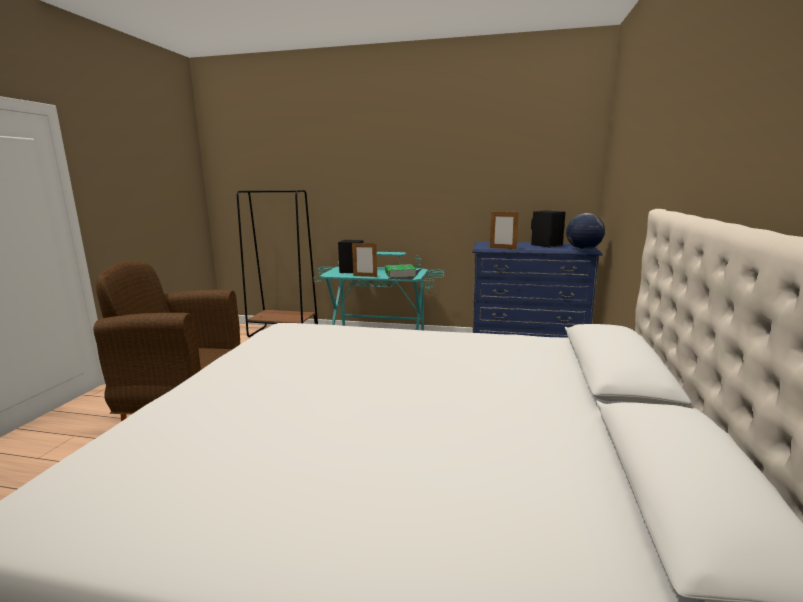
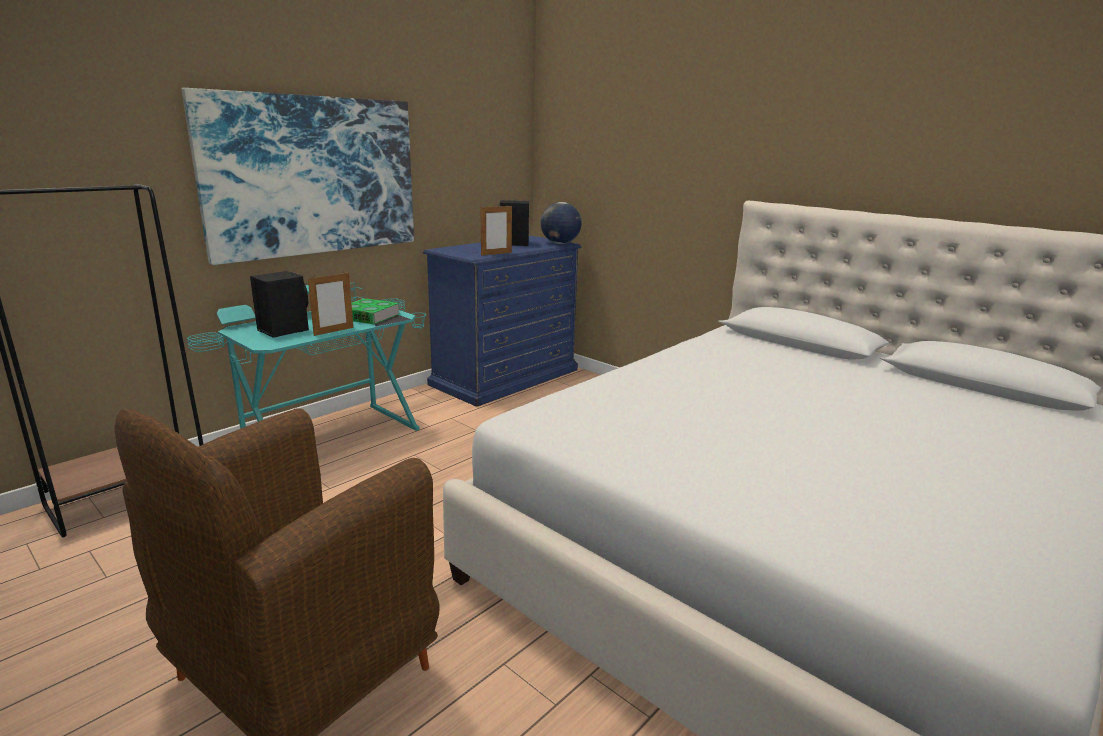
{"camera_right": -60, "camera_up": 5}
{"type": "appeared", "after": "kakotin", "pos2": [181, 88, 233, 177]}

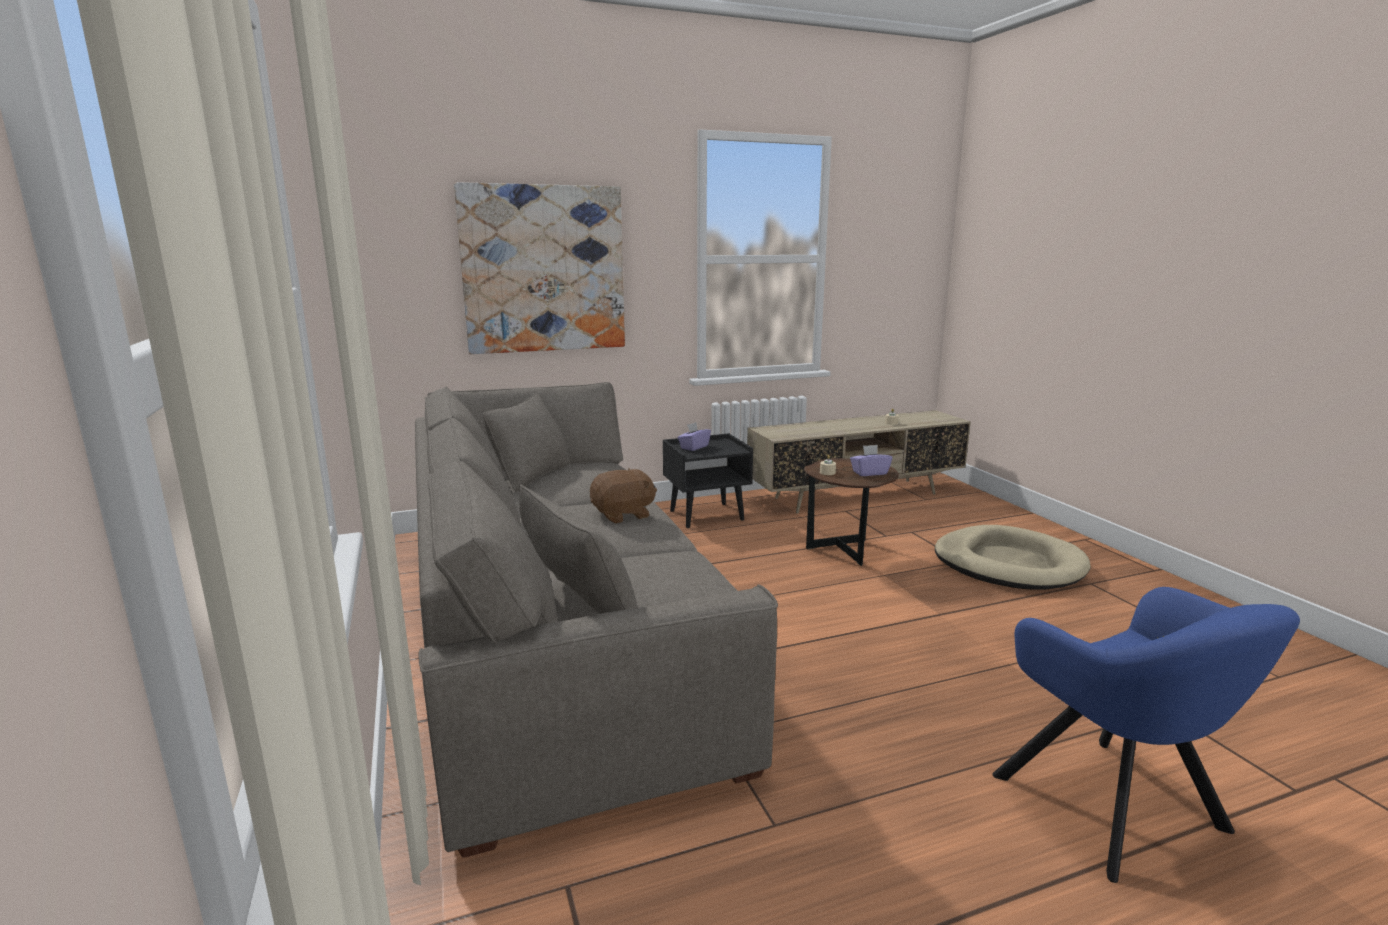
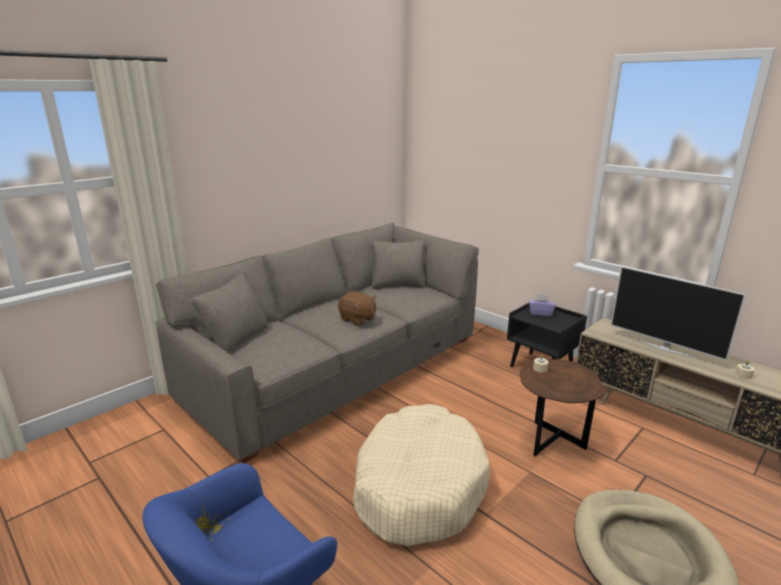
{"camera_right": 65, "camera_up": 5}
{"type": "missing", "before": "kakotin", "pos1": [454, 182, 171, 172]}
{"type": "missing", "before": "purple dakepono", "pos1": [850, 445, 42, 31]}
{"type": "appeared", "after": "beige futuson", "pos2": [353, 404, 137, 142]}
{"type": "appeared", "after": "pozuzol", "pos2": [611, 266, 135, 95]}

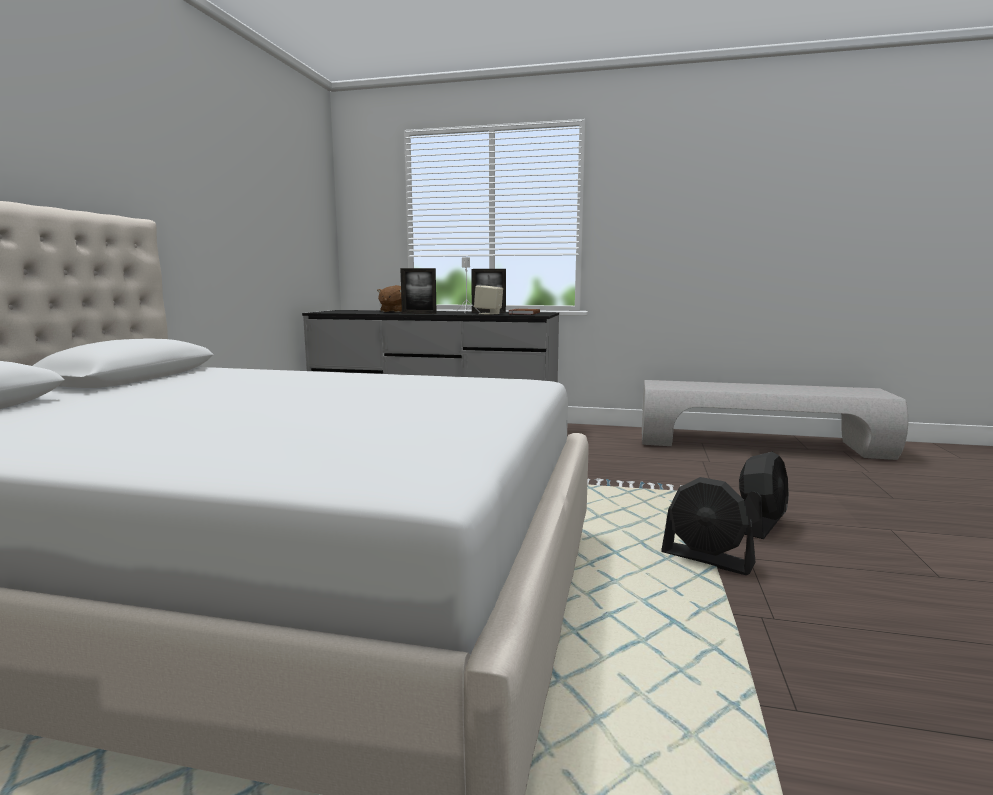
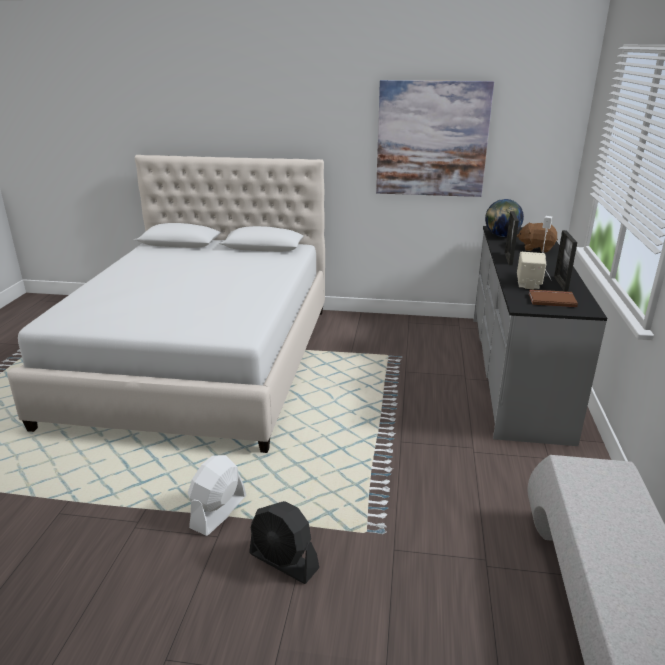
{"camera_right": 85, "camera_up": 15}
{"type": "appeared", "after": "kakotin", "pos2": [376, 80, 118, 117]}
{"type": "appeared", "after": "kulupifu", "pos2": [485, 199, 39, 38]}
{"type": "colour", "before": "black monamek", "after": "white monamek", "pos1": [661, 477, 95, 98], "pos2": [188, 455, 58, 81]}

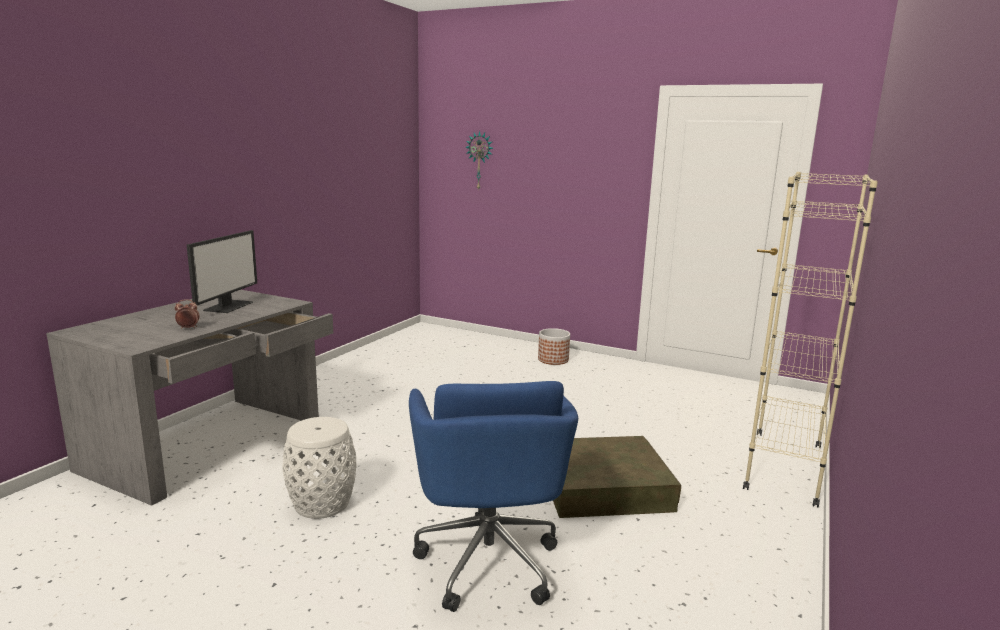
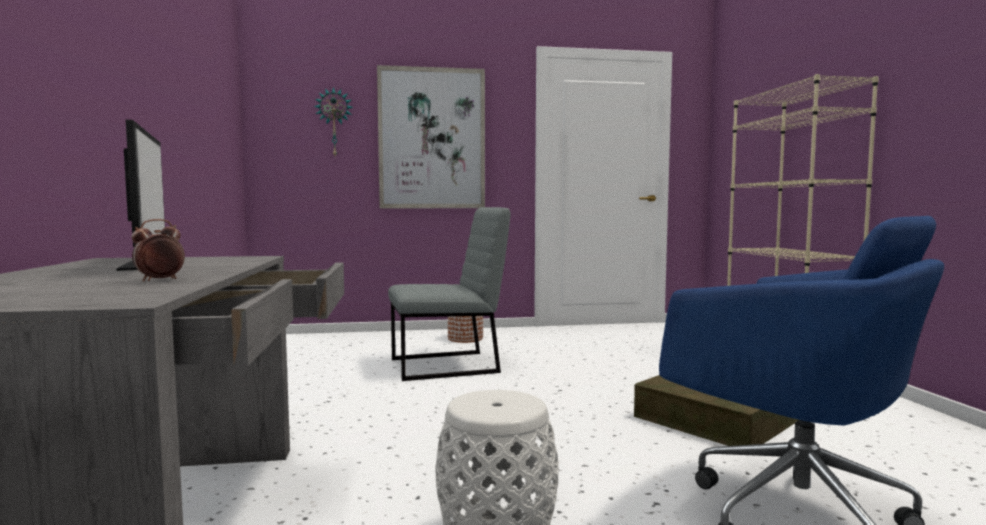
{"camera_right": -35, "camera_up": -10}
{"type": "appeared", "after": "kakotin", "pos2": [377, 65, 108, 143]}
{"type": "appeared", "after": "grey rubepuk", "pos2": [388, 207, 123, 174]}

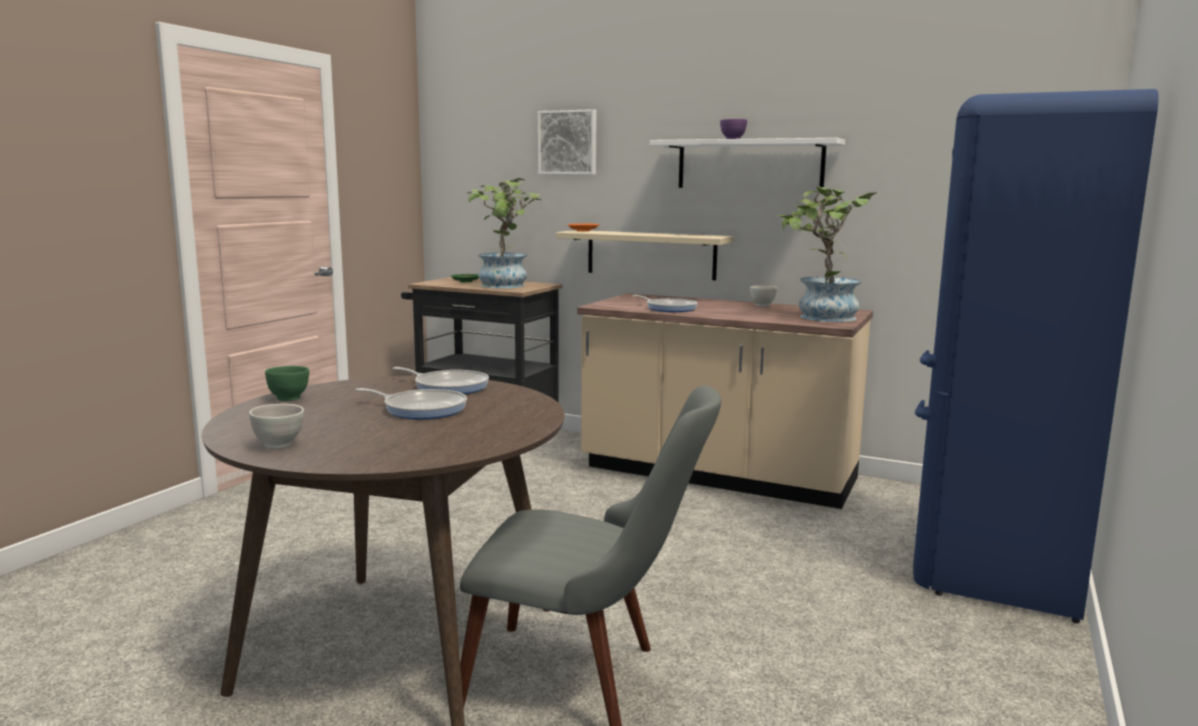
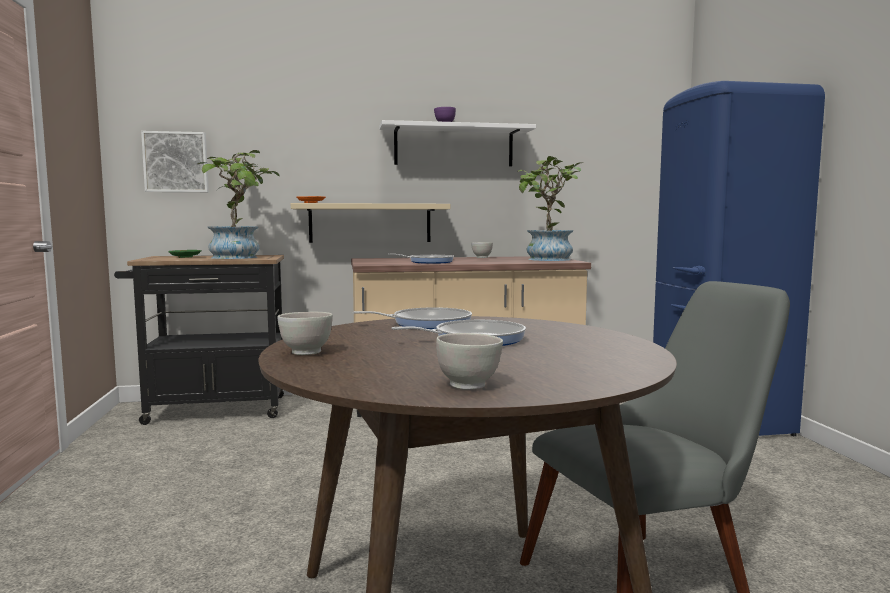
{"camera_right": -35, "camera_up": -5}
{"type": "relocated", "before": "kakotin", "pos1": [538, 109, 59, 66], "pos2": [141, 131, 68, 61]}
{"type": "colour", "before": "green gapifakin", "after": "white gapifakin", "pos1": [265, 366, 44, 35], "pos2": [278, 312, 55, 43]}

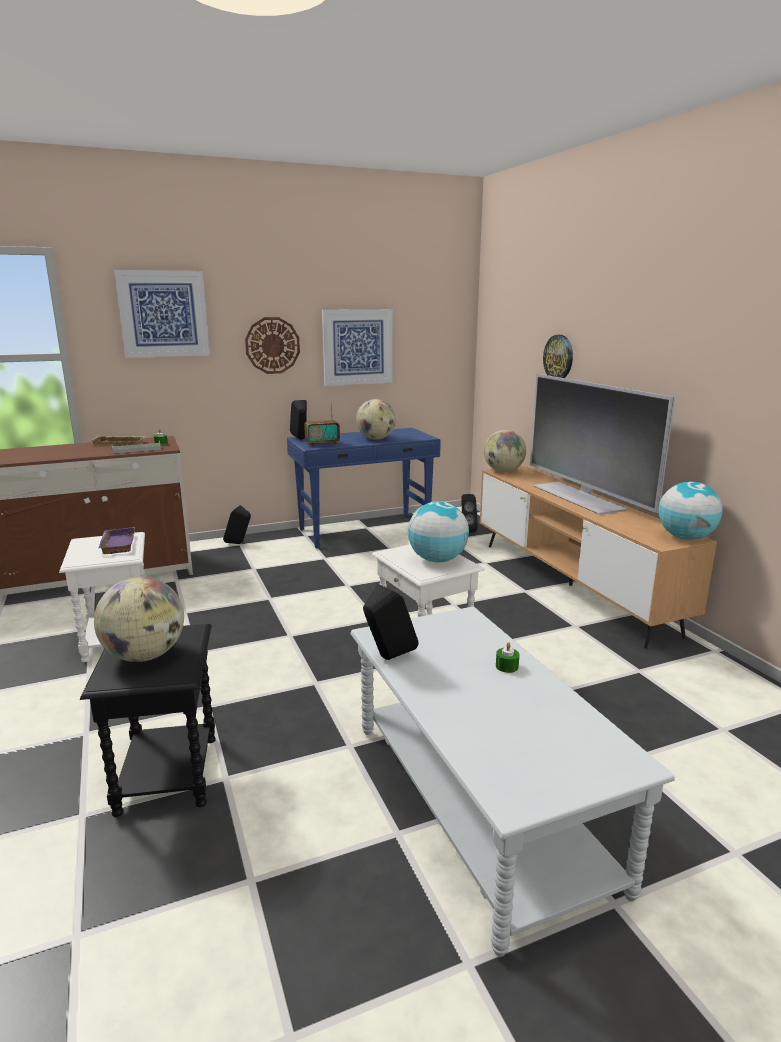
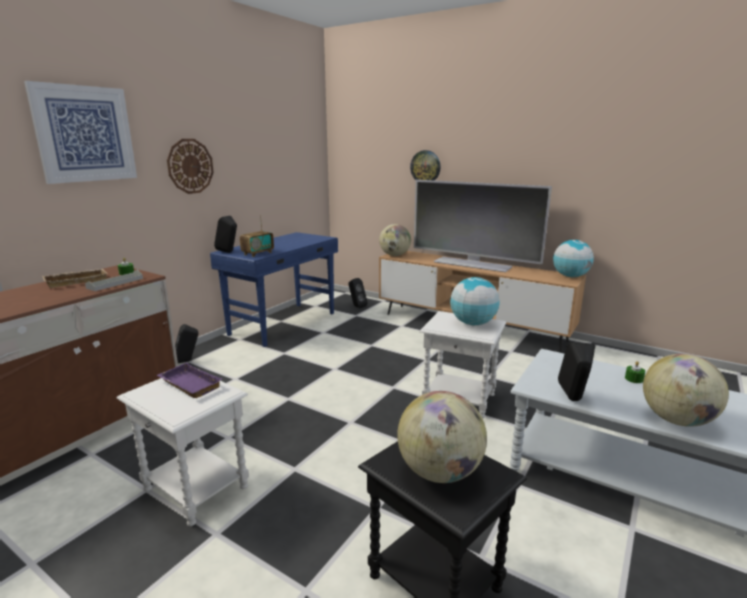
{"camera_right": -35, "camera_up": 0}
{"type": "missing", "before": "kakotin", "pos1": [322, 309, 71, 77]}
{"type": "relocated", "before": "kulupifu", "pos1": [356, 399, 40, 41], "pos2": [643, 354, 86, 73]}

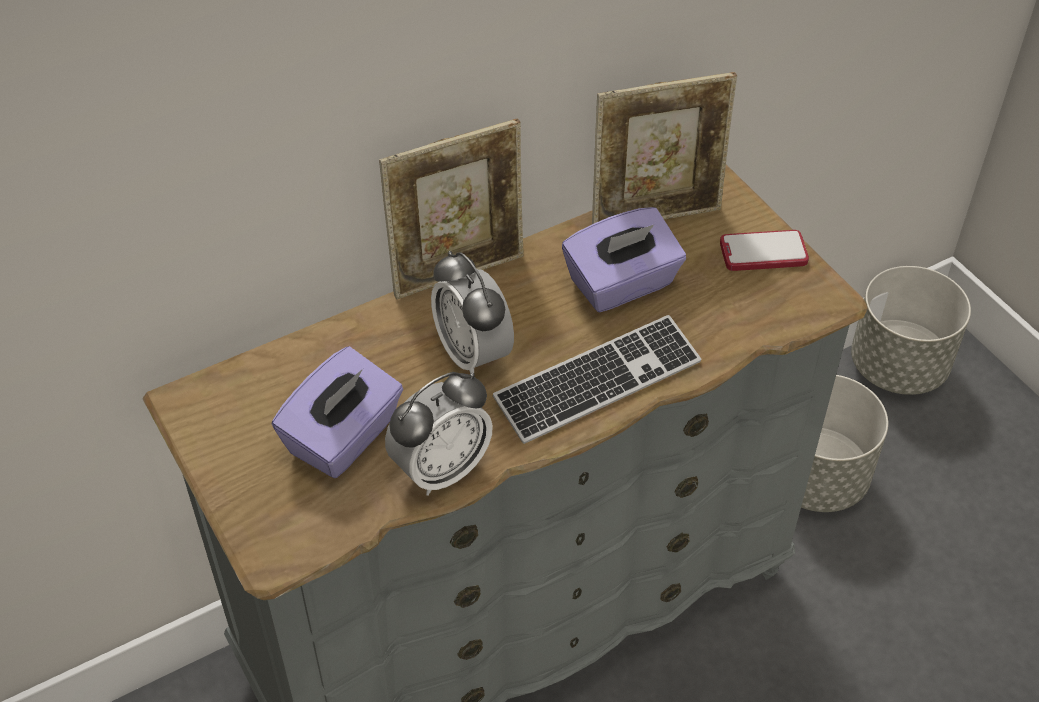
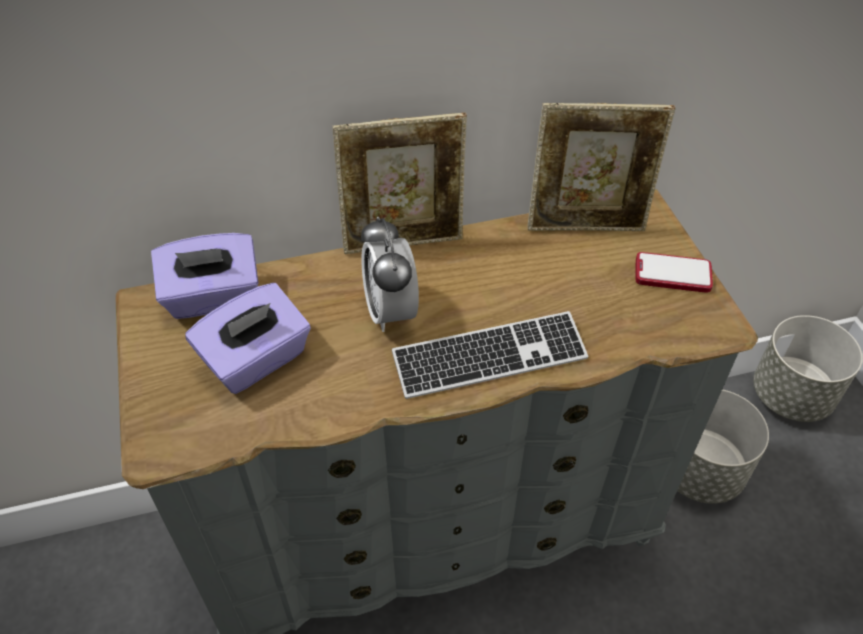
{"camera_right": 15, "camera_up": 0}
{"type": "missing", "before": "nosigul", "pos1": [385, 372, 108, 124]}
{"type": "relocated", "before": "purple dakepono", "pos1": [562, 207, 124, 105], "pos2": [151, 233, 107, 86]}

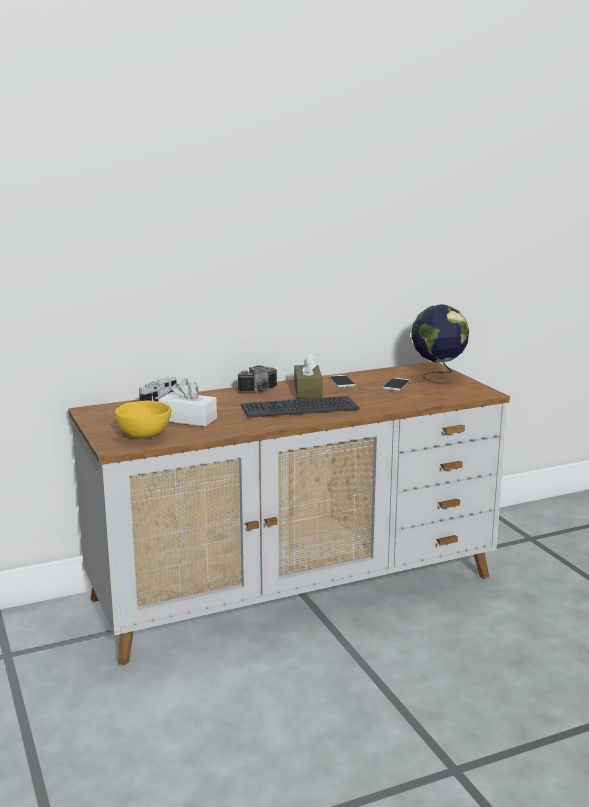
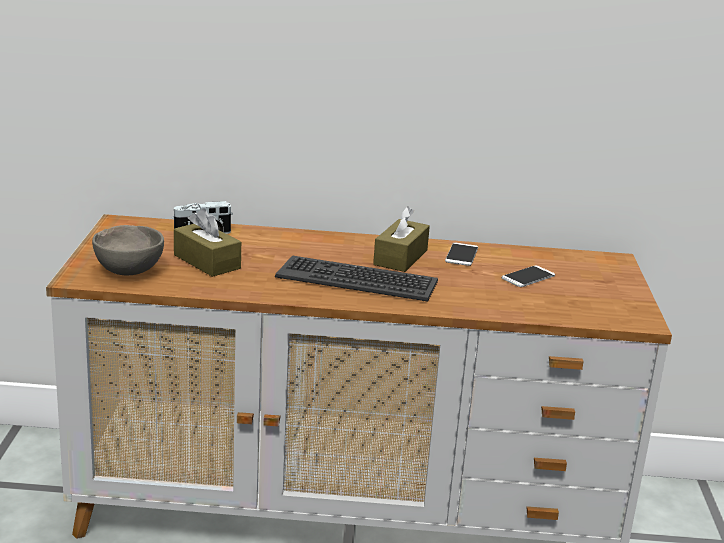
{"camera_right": 25, "camera_up": 5}
{"type": "missing", "before": "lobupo", "pos1": [238, 366, 39, 26]}
{"type": "missing", "before": "kulupifu", "pos1": [411, 305, 58, 79]}
{"type": "colour", "before": "yellow gapifakin", "after": "grey gapifakin", "pos1": [115, 401, 56, 38], "pos2": [92, 225, 72, 50]}
{"type": "colour", "before": "white dakepono", "after": "brown dakepono", "pos1": [159, 378, 58, 49], "pos2": [174, 209, 67, 68]}

